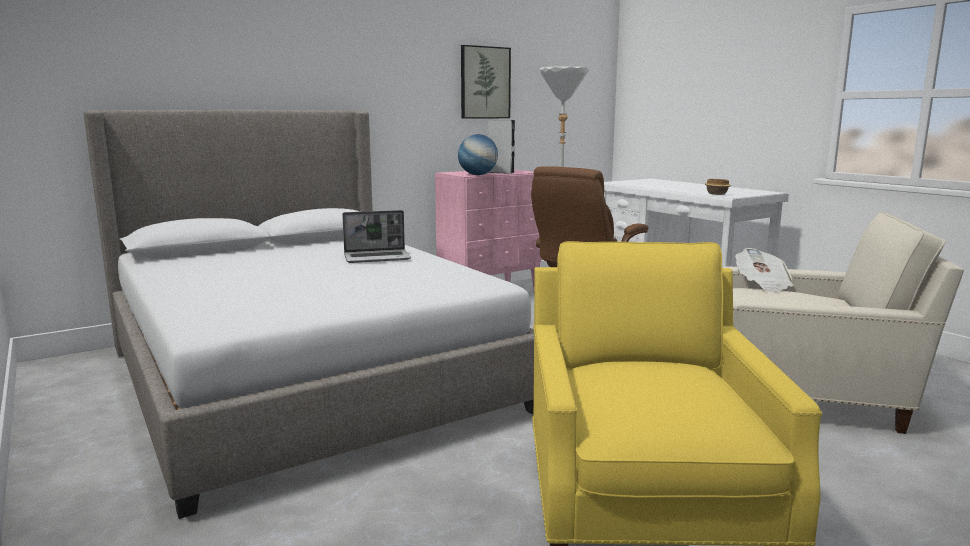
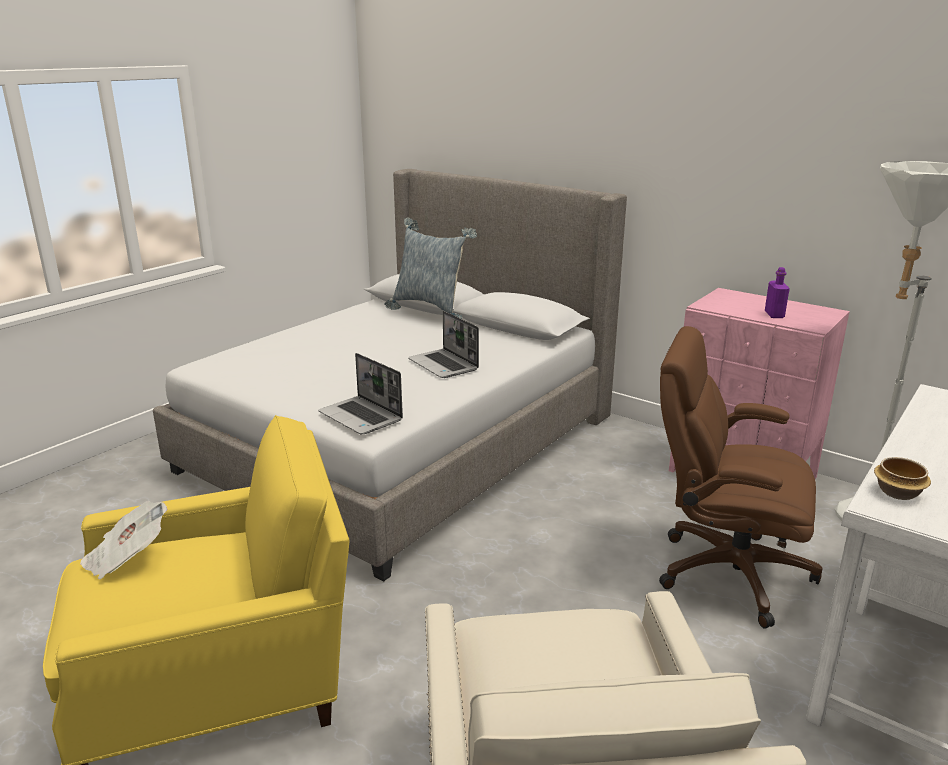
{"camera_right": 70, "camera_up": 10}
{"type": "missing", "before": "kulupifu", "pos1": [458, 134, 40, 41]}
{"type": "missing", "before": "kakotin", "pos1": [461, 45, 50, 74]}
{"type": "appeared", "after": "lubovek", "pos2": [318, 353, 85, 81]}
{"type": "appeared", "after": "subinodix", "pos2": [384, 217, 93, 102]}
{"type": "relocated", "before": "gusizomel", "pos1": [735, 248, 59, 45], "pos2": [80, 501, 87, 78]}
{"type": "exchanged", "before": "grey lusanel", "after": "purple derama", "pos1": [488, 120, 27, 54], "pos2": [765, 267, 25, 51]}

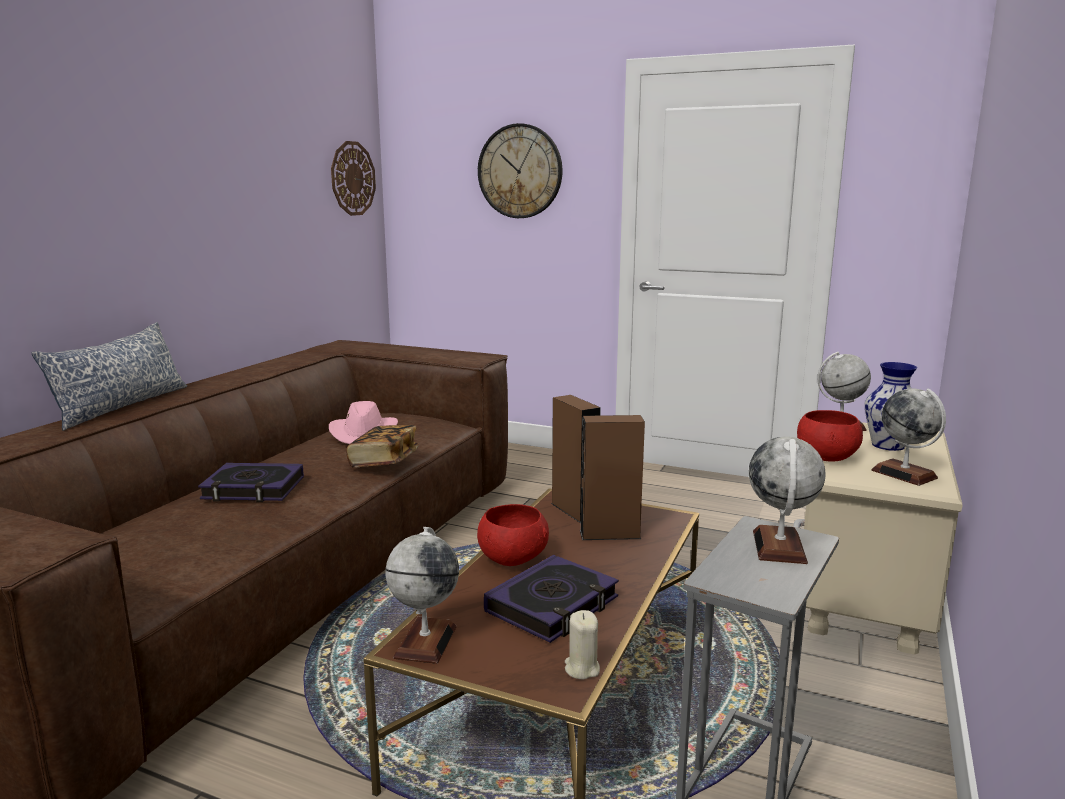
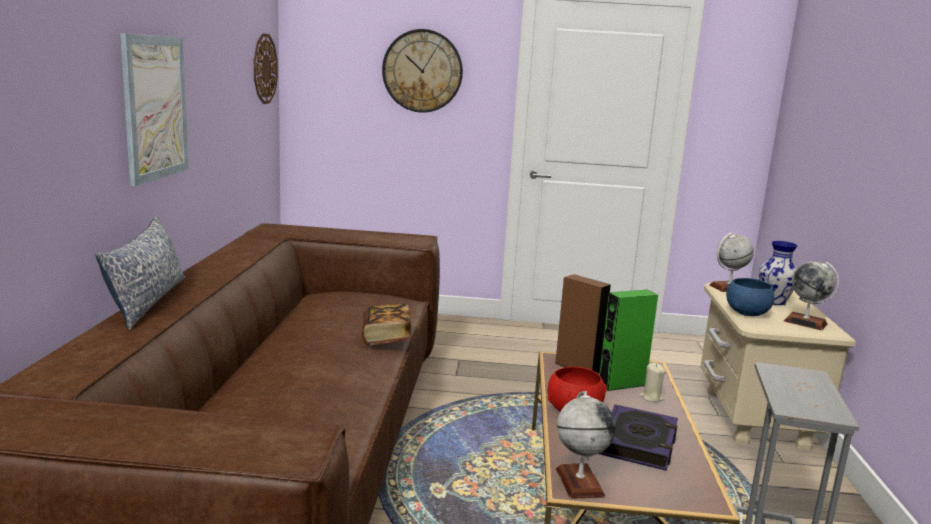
{"camera_right": -20, "camera_up": 0}
{"type": "missing", "before": "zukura", "pos1": [198, 463, 106, 39]}
{"type": "missing", "before": "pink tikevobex", "pos1": [329, 401, 69, 43]}
{"type": "missing", "before": "kulupifu", "pos1": [749, 437, 76, 127]}
{"type": "appeared", "after": "kakotin", "pos2": [120, 33, 69, 153]}
{"type": "relocated", "before": "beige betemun", "pos1": [565, 610, 35, 70], "pos2": [639, 363, 26, 39]}
{"type": "colour", "before": "brown lusanel", "after": "green lusanel", "pos1": [580, 415, 65, 125], "pos2": [599, 290, 59, 101]}
{"type": "colour", "before": "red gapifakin", "after": "blue gapifakin", "pos1": [797, 410, 66, 51], "pos2": [726, 278, 49, 38]}

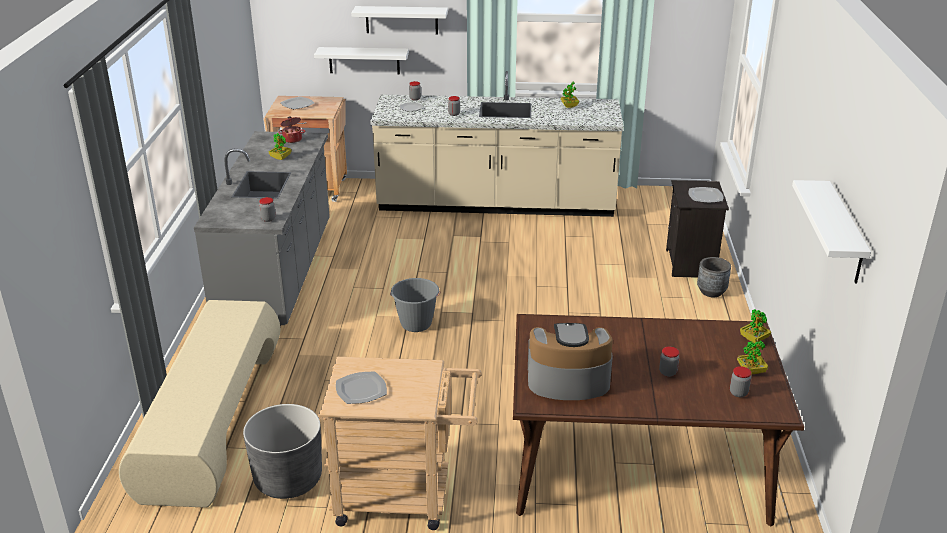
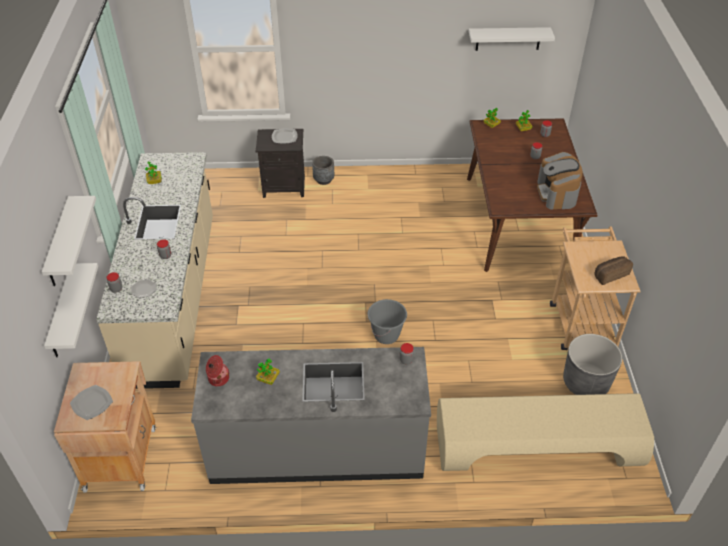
{"camera_right": -95, "camera_up": 15}
{"type": "exchanged", "before": "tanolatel", "after": "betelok", "pos1": [336, 371, 51, 33], "pos2": [594, 256, 39, 29]}

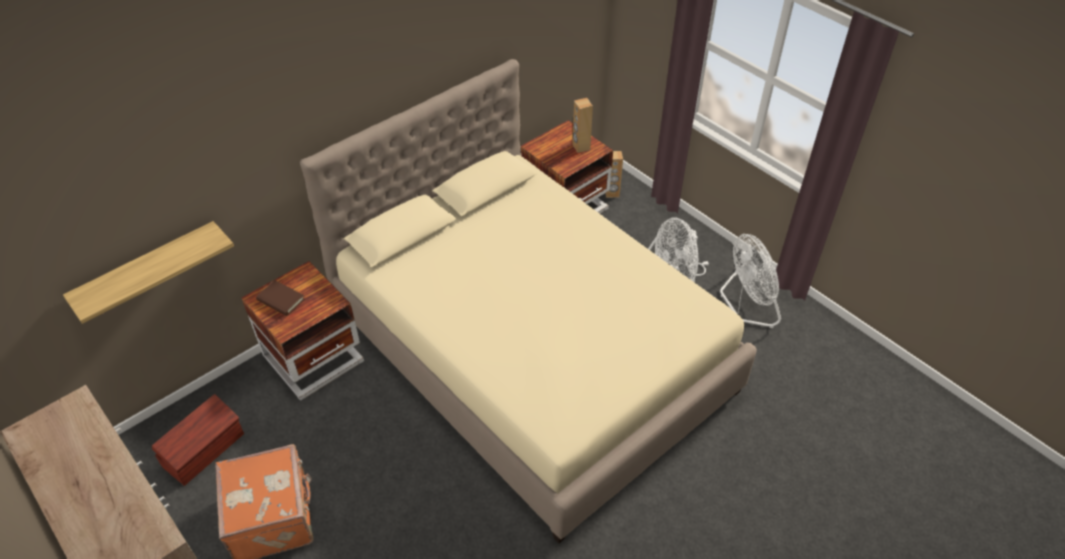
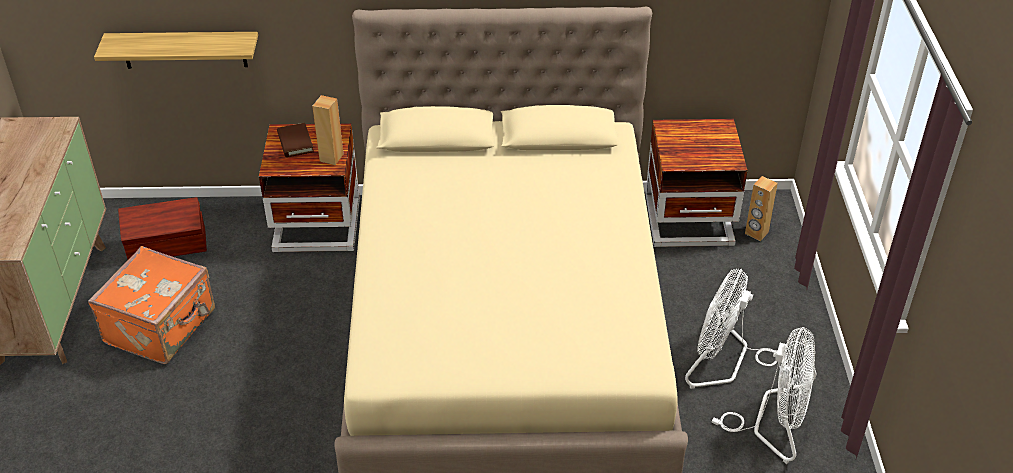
{"camera_right": 40, "camera_up": -5}
{"type": "relocated", "before": "brown lusanel", "pos1": [572, 98, 21, 55], "pos2": [312, 95, 32, 70]}

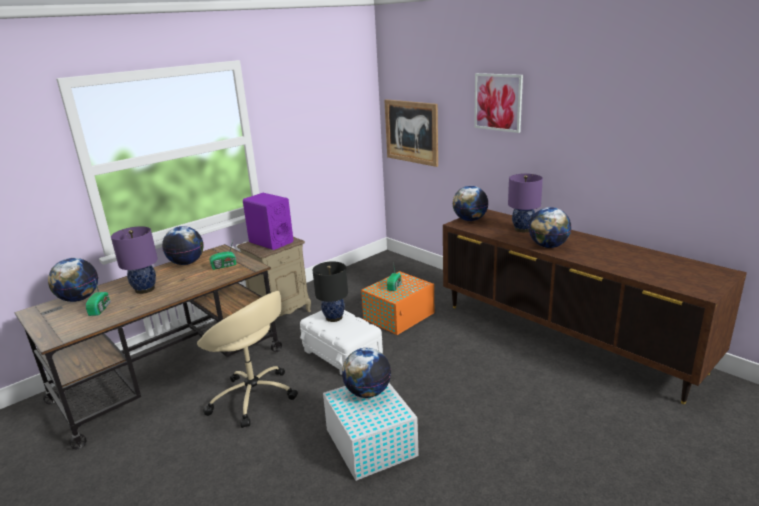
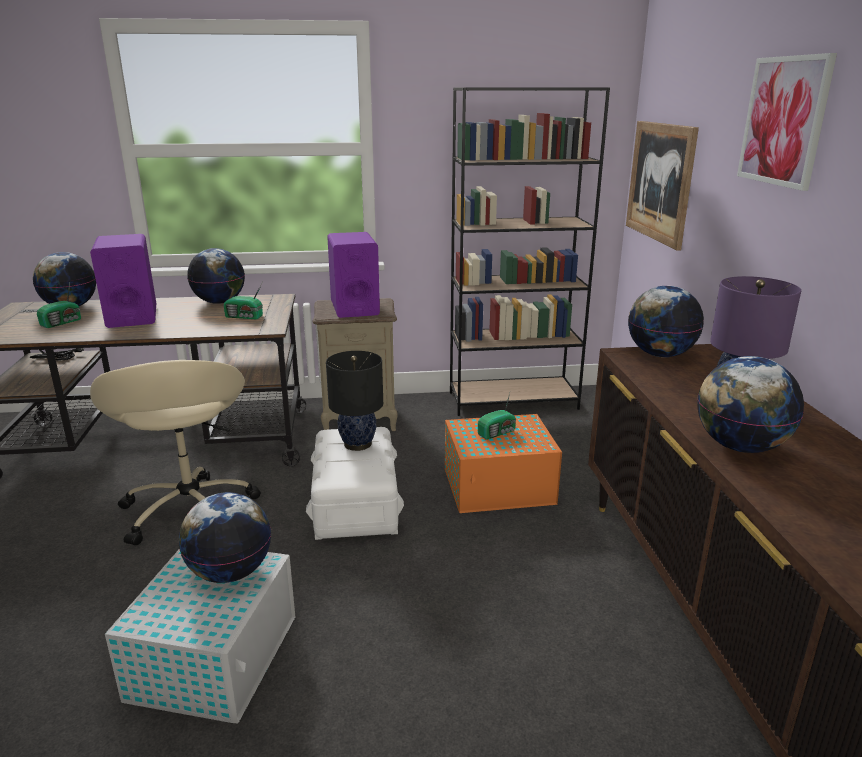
{"camera_right": 35, "camera_up": 0}
{"type": "appeared", "after": "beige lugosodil", "pos2": [450, 88, 160, 328]}
{"type": "exchanged", "before": "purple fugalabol", "after": "purple lusanel", "pos1": [111, 226, 47, 68], "pos2": [90, 234, 66, 94]}

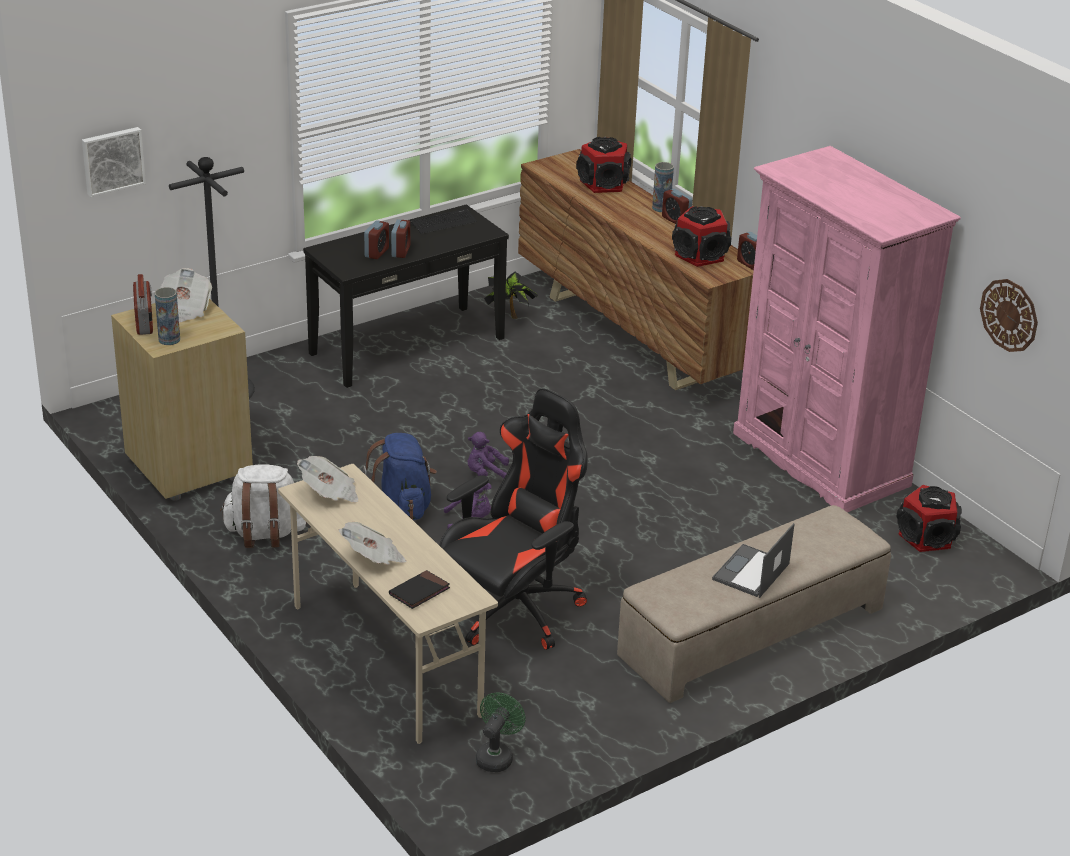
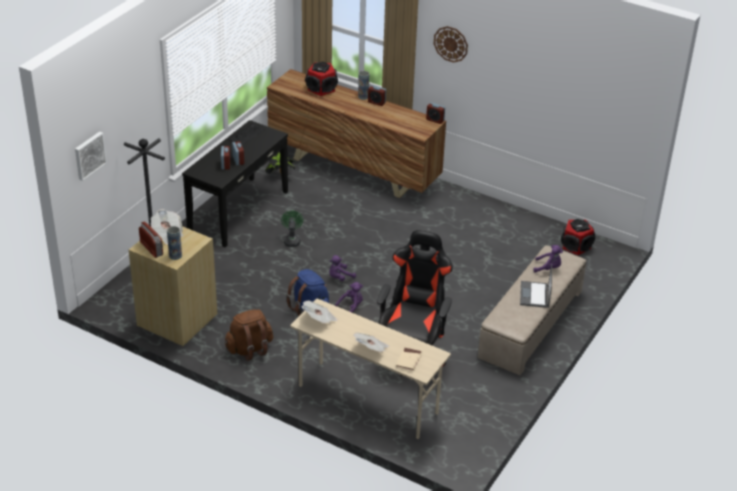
{"camera_right": -25, "camera_up": 5}
{"type": "missing", "before": "lusanel", "pos1": [672, 206, 59, 61]}
{"type": "missing", "before": "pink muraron", "pos1": [733, 146, 228, 366]}
{"type": "appeared", "after": "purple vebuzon", "pos2": [533, 245, 30, 28]}
{"type": "relocated", "before": "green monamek", "pos1": [476, 692, 50, 80], "pos2": [281, 211, 22, 36]}
{"type": "relocated", "before": "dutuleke", "pos1": [980, 279, 58, 73], "pos2": [434, 26, 34, 37]}
{"type": "colour", "before": "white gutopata", "after": "brown gutopata", "pos1": [220, 465, 87, 83], "pos2": [225, 309, 48, 52]}
{"type": "colour", "before": "black zukura", "after": "beige zukura", "pos1": [389, 570, 61, 39], "pos2": [396, 347, 26, 24]}

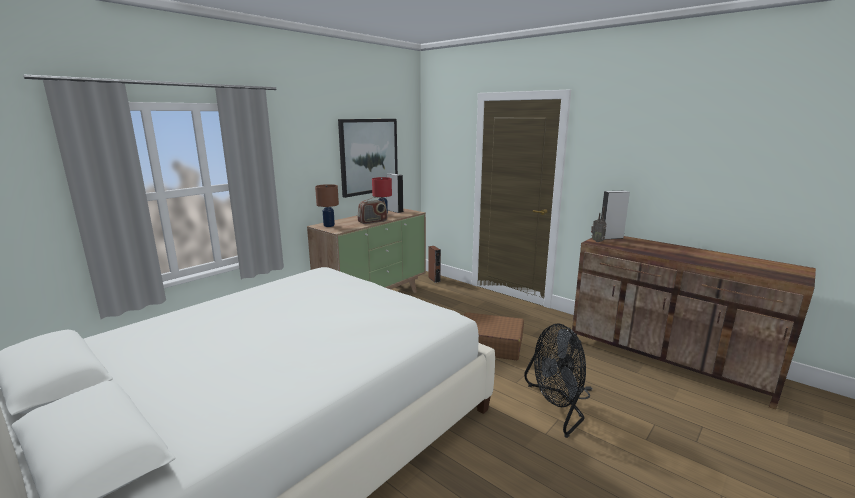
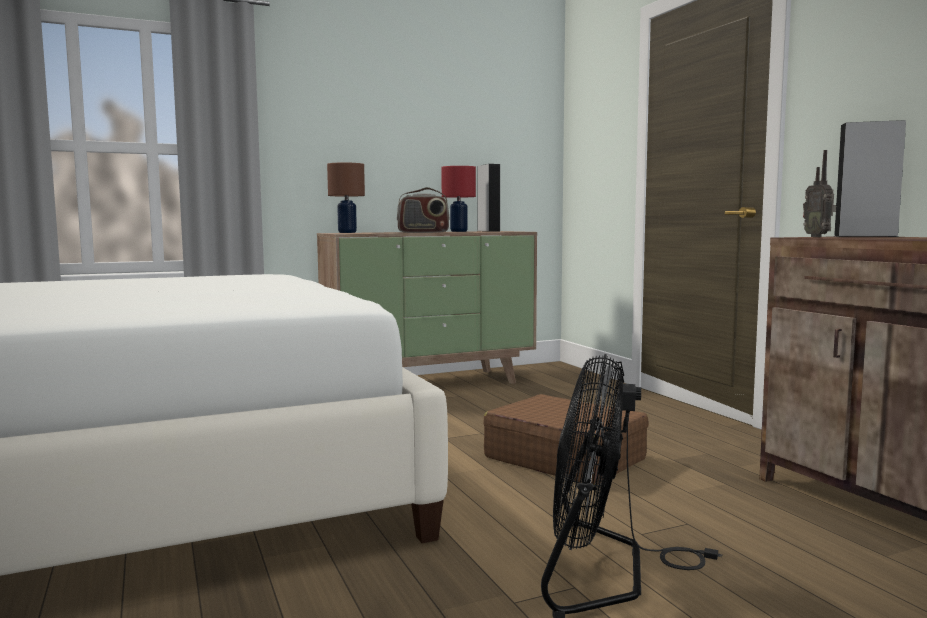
{"camera_right": 25, "camera_up": -10}
{"type": "missing", "before": "kakotin", "pos1": [338, 119, 60, 79]}
{"type": "missing", "before": "brown lusanel", "pos1": [428, 246, 13, 37]}

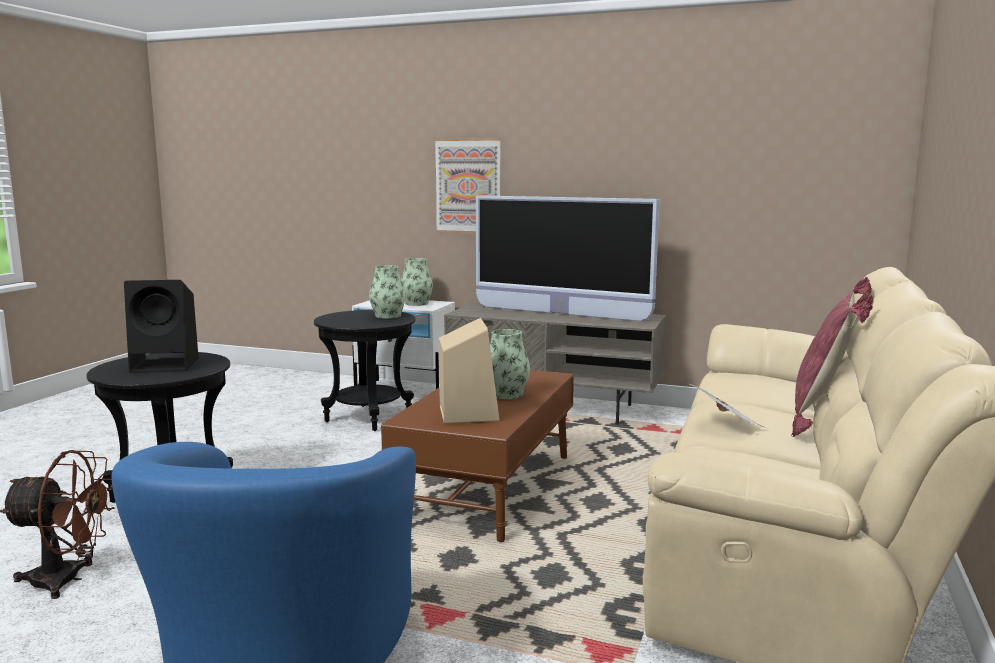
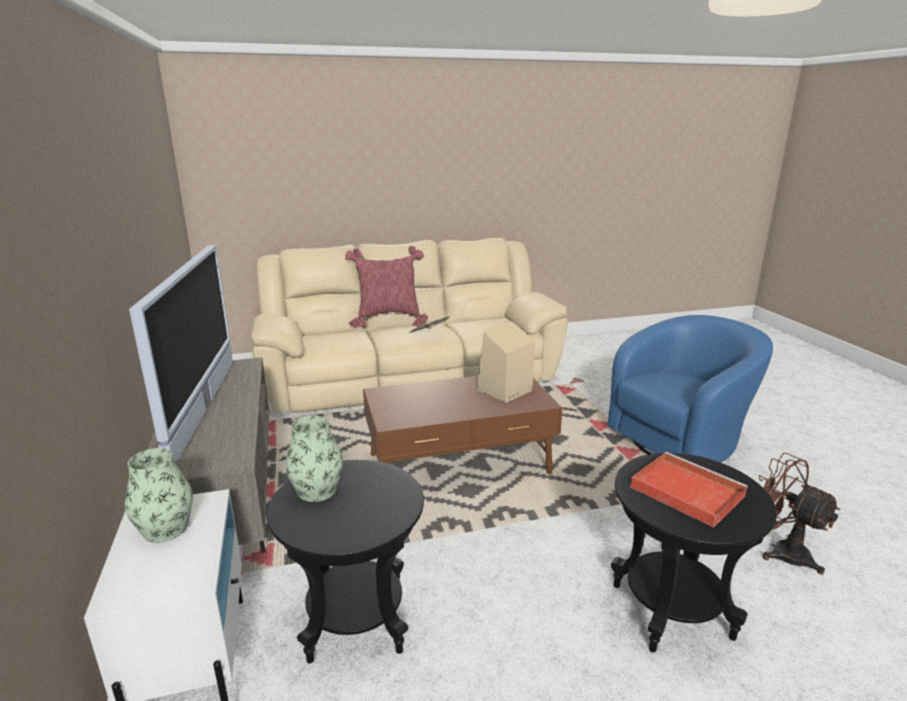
{"camera_right": -125, "camera_up": 10}
{"type": "missing", "before": "kakotin", "pos1": [435, 138, 66, 95]}
{"type": "missing", "before": "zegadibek", "pos1": [490, 329, 40, 71]}
{"type": "exchanged", "before": "black lusanel", "after": "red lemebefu", "pos1": [124, 280, 75, 93], "pos2": [630, 452, 118, 75]}

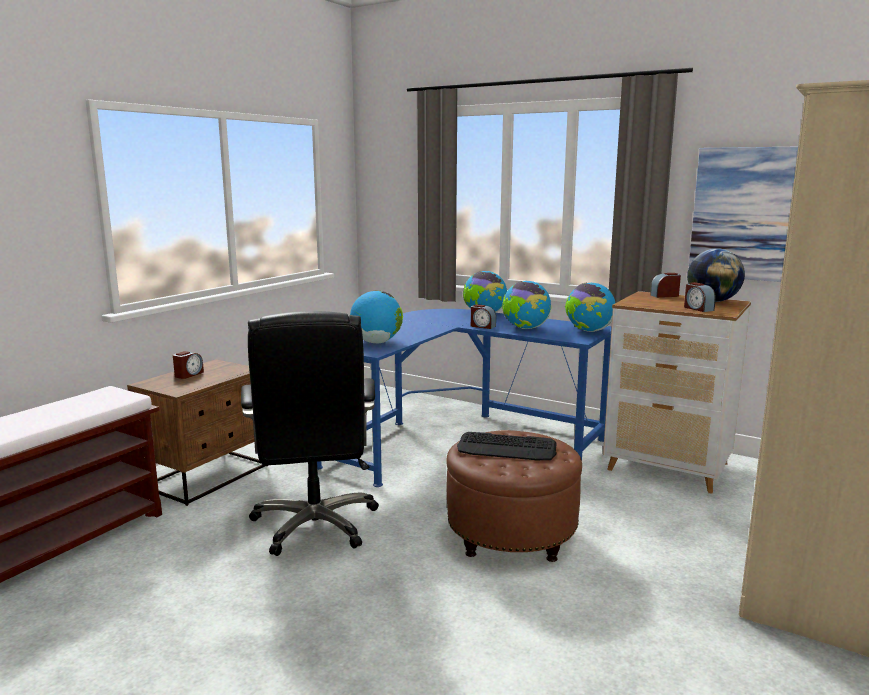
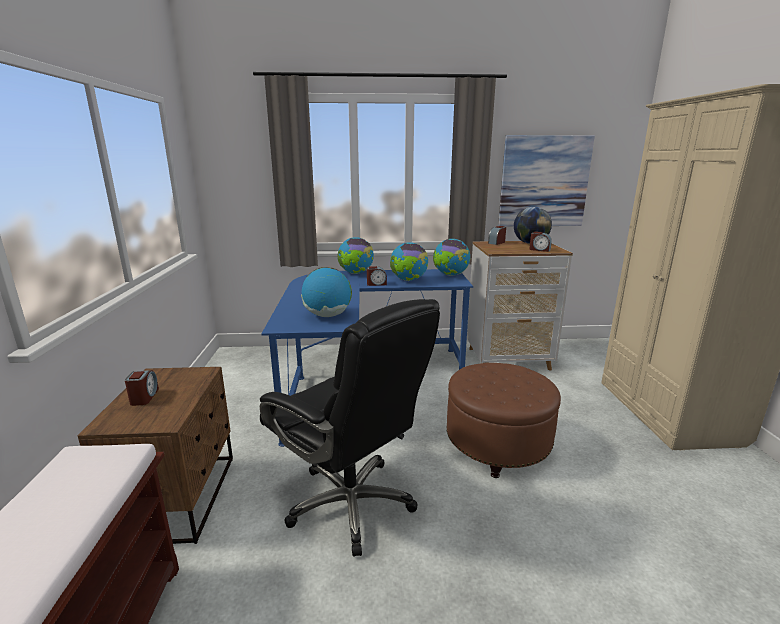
{"camera_right": -35, "camera_up": 5}
{"type": "missing", "before": "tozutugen", "pos1": [457, 432, 100, 28]}

